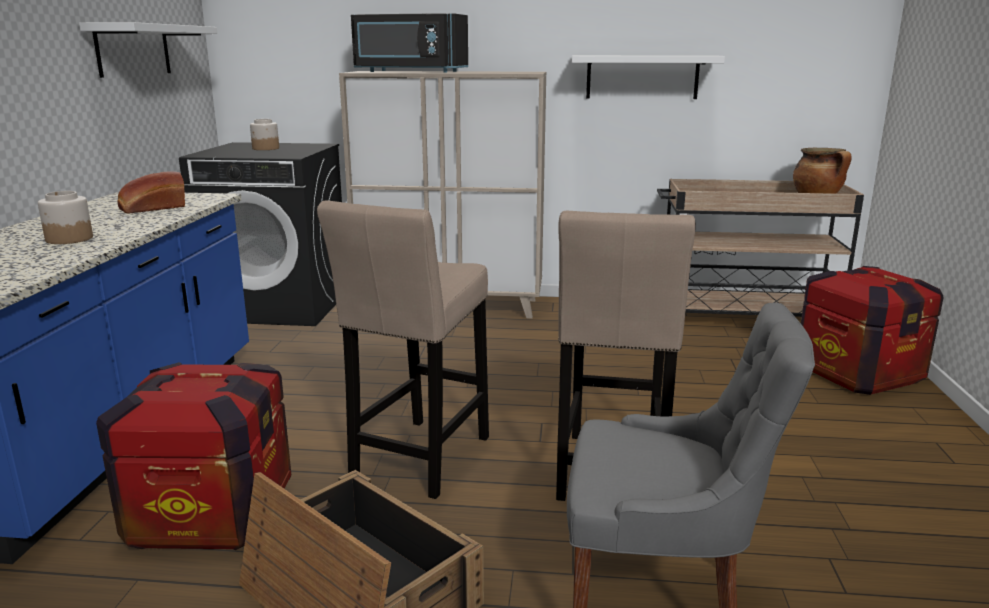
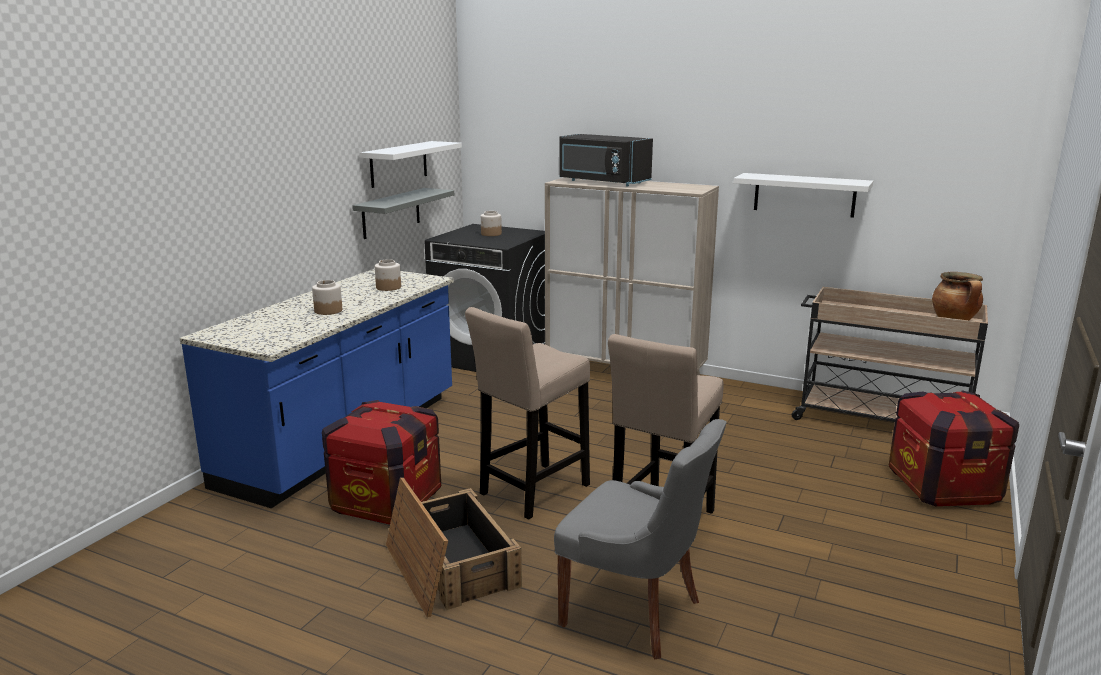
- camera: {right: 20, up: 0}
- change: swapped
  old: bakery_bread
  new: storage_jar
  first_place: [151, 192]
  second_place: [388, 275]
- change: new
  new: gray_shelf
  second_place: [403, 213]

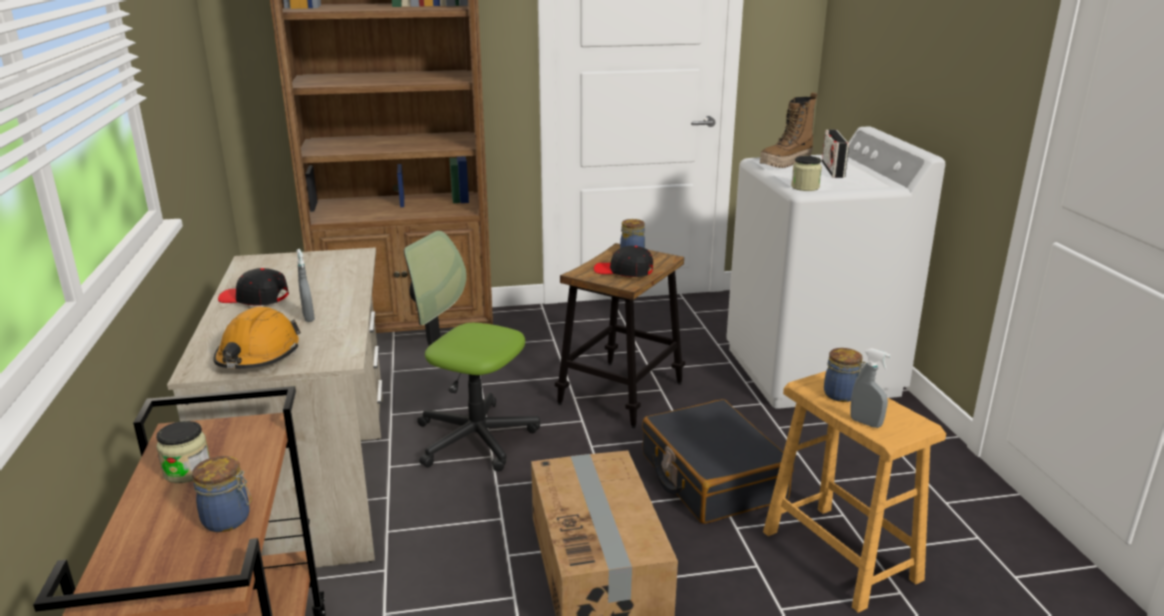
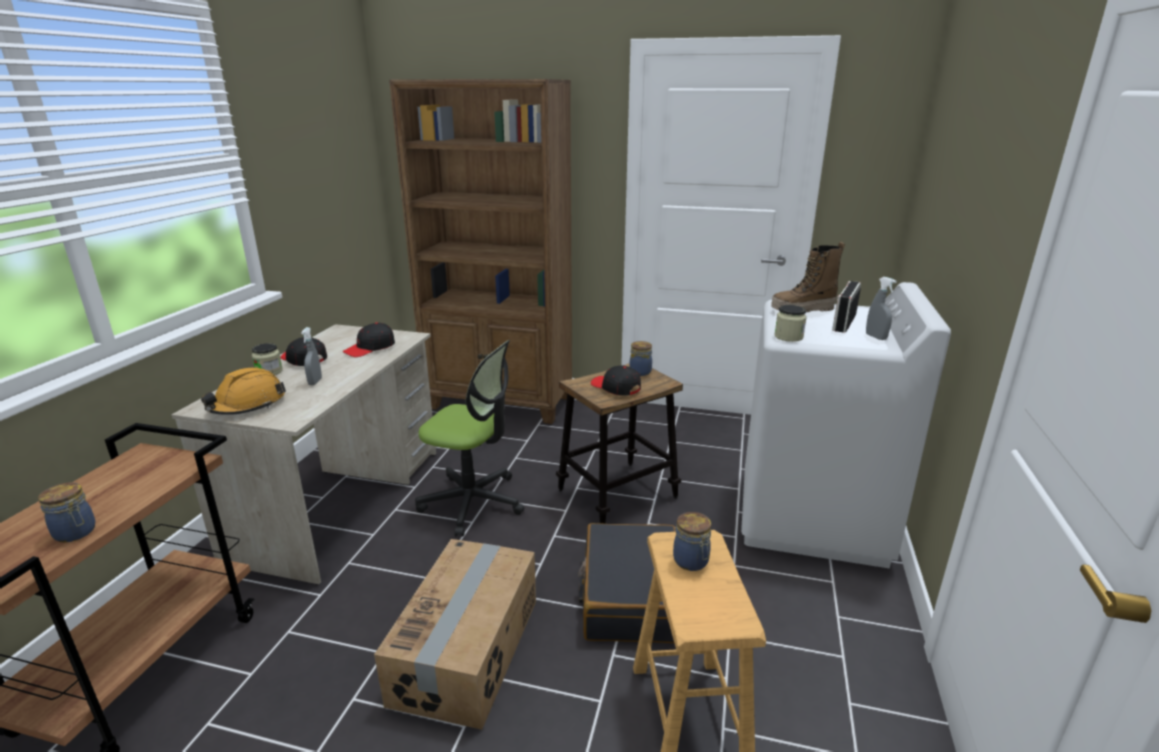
- camera: {right: 25, up: 0}
- change: shifted
  old: storage_jar
  first_place: [183, 452]
  second_place: [267, 359]
- change: rotated
  old: computer_chair
  first_place: [472, 351]
  second_place: [469, 438]
  degrees: 150
- change: shifted
  old: gray_spray_bottle
  first_place: [870, 388]
  second_place: [881, 308]
- change: new
  new: blackish_peaked_cap
  second_place: [369, 339]

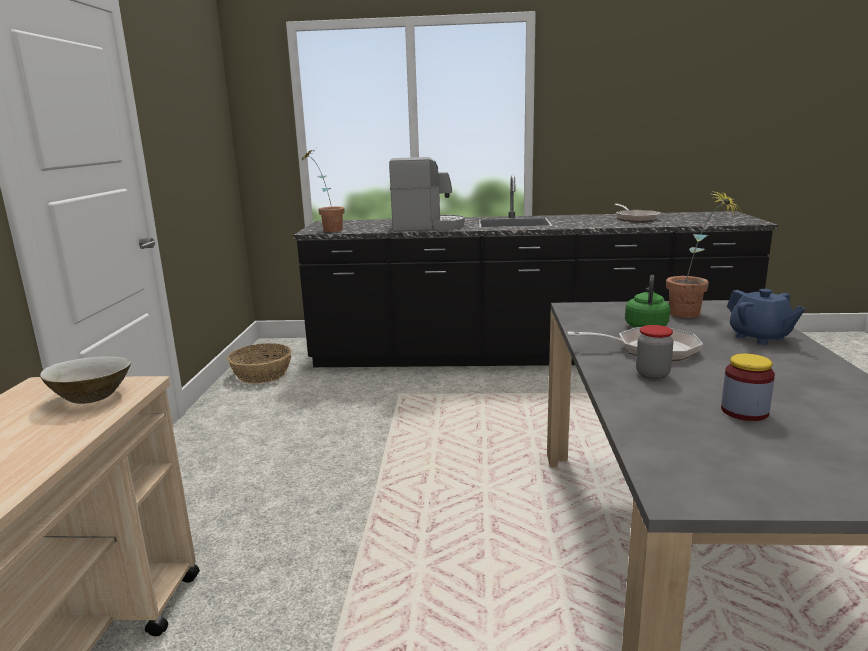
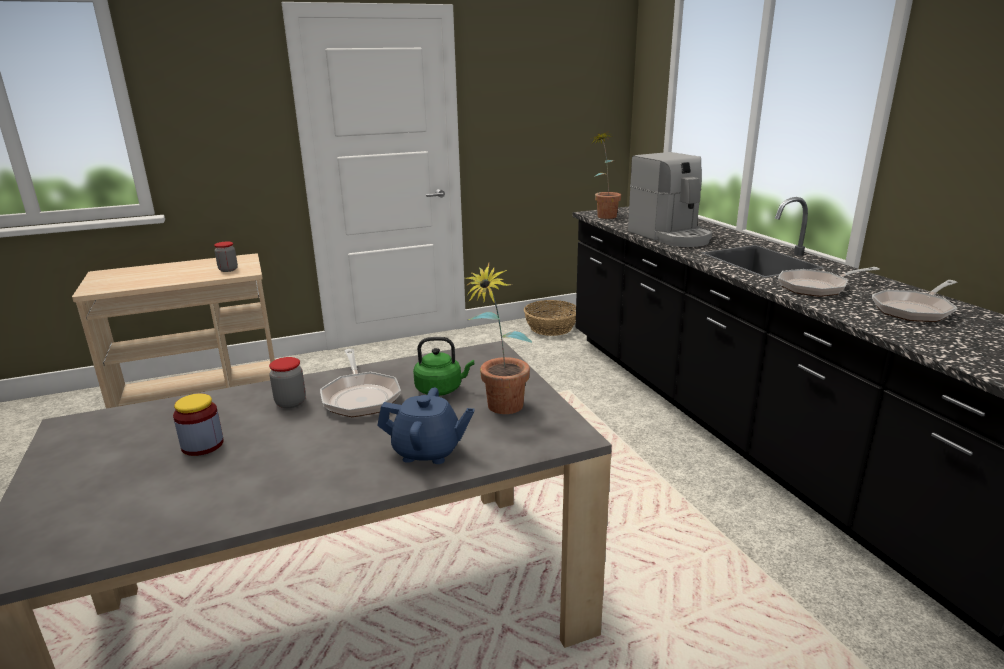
- camera: {right: 65, up: 5}
- change: swapped
  old: beige_serving_bowl
  new: storage_jar
  first_place: [85, 380]
  second_place: [226, 257]
- change: rotated
  old: blue-coloured_pot_for_tea
  first_place: [766, 317]
  second_place: [426, 425]
  degrees: -120
- change: new
  new: frying_pan
  second_place: [829, 282]

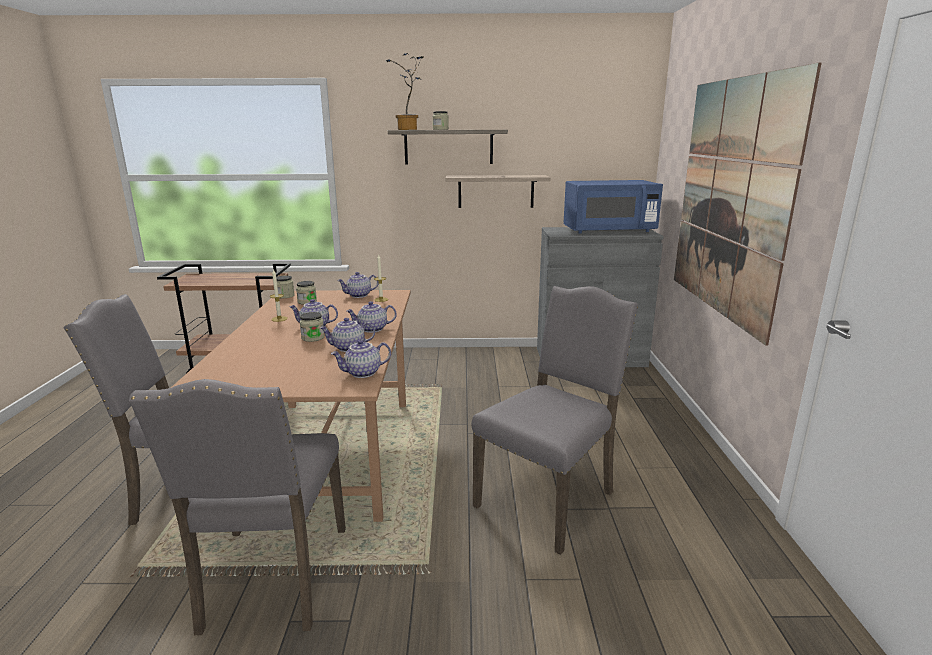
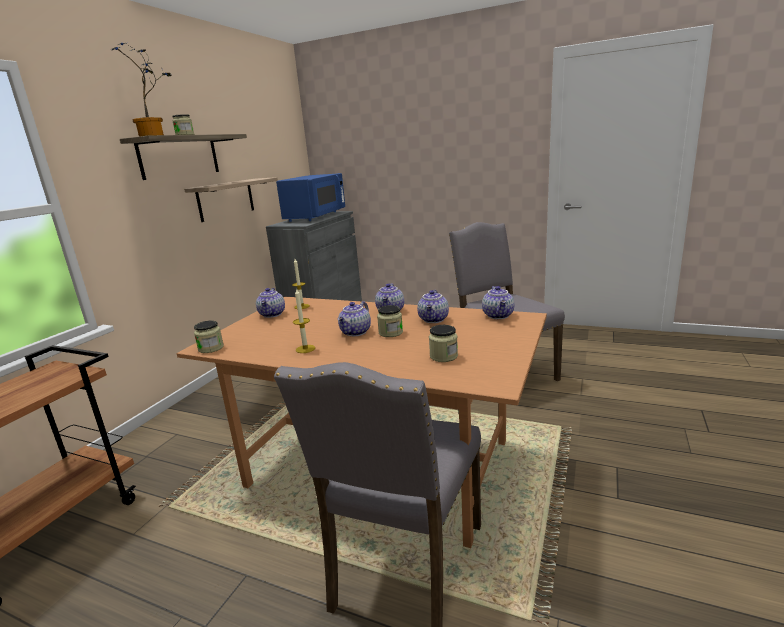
- camera: {right: -65, up: 0}
- change: gone
  old: gray_chair
  first_place: [237, 507]
- change: shifted
  old: storage_jar
  first_place: [306, 293]
  second_place: [443, 343]
- change: gone
  old: wall_picture
  first_place: [748, 204]

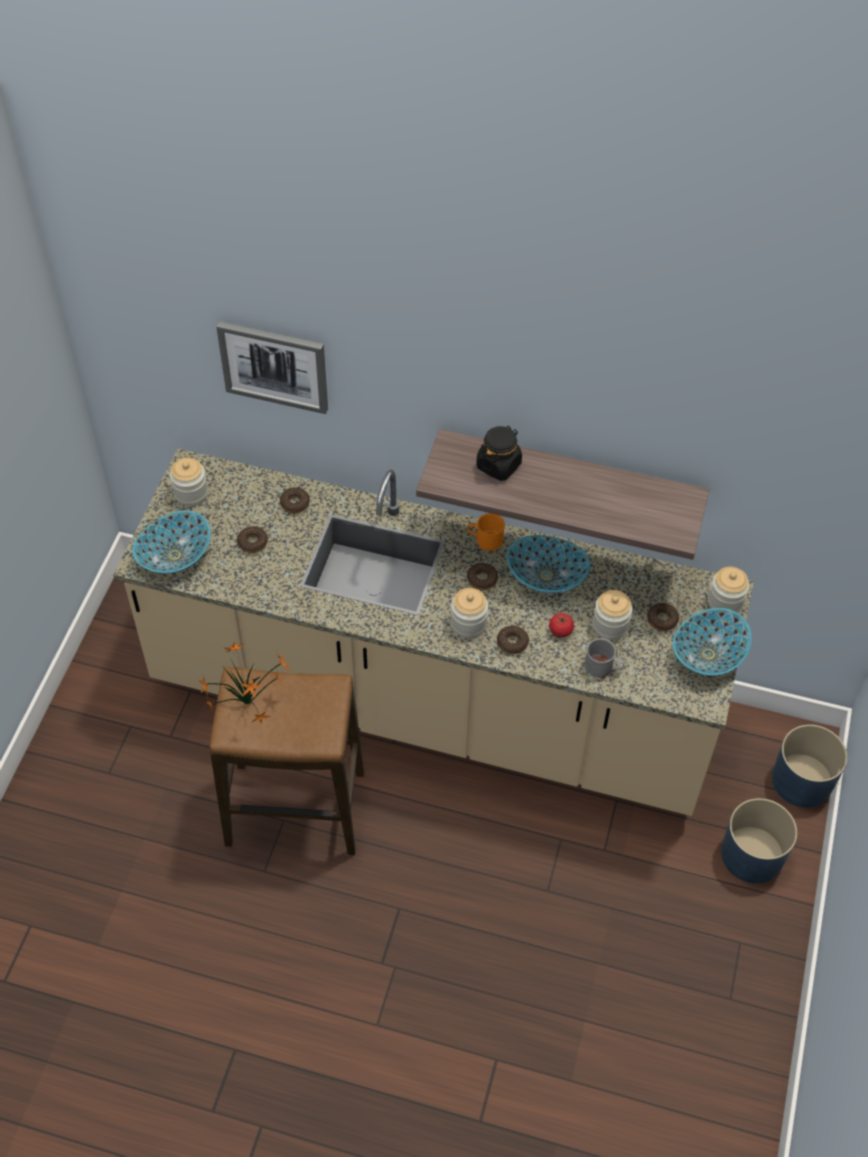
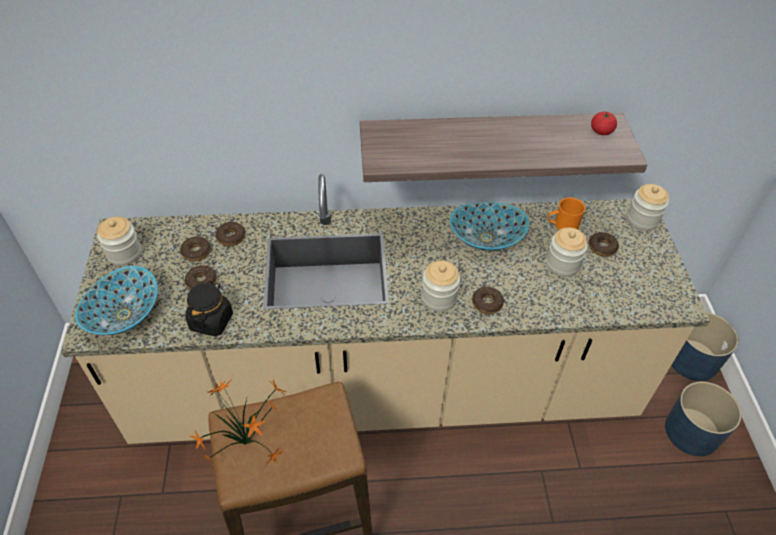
- camera: {right: -20, up: -5}
- change: gone
  old: wall_picture
  first_place: [272, 367]
- change: shifted
  old: orange_mug
  first_place: [486, 532]
  second_place: [566, 213]
- change: shifted
  old: donut
  first_place: [482, 576]
  second_place: [195, 248]
- change: shifted
  old: blackish_storage_jar
  first_place: [499, 453]
  second_place: [209, 309]
- change: shifted
  old: fresh_tomato
  first_place: [561, 625]
  second_place: [604, 123]
- change: gone
  old: gray_mug
  first_place: [605, 657]
- change: gone
  old: serving_bowl
  first_place: [712, 642]

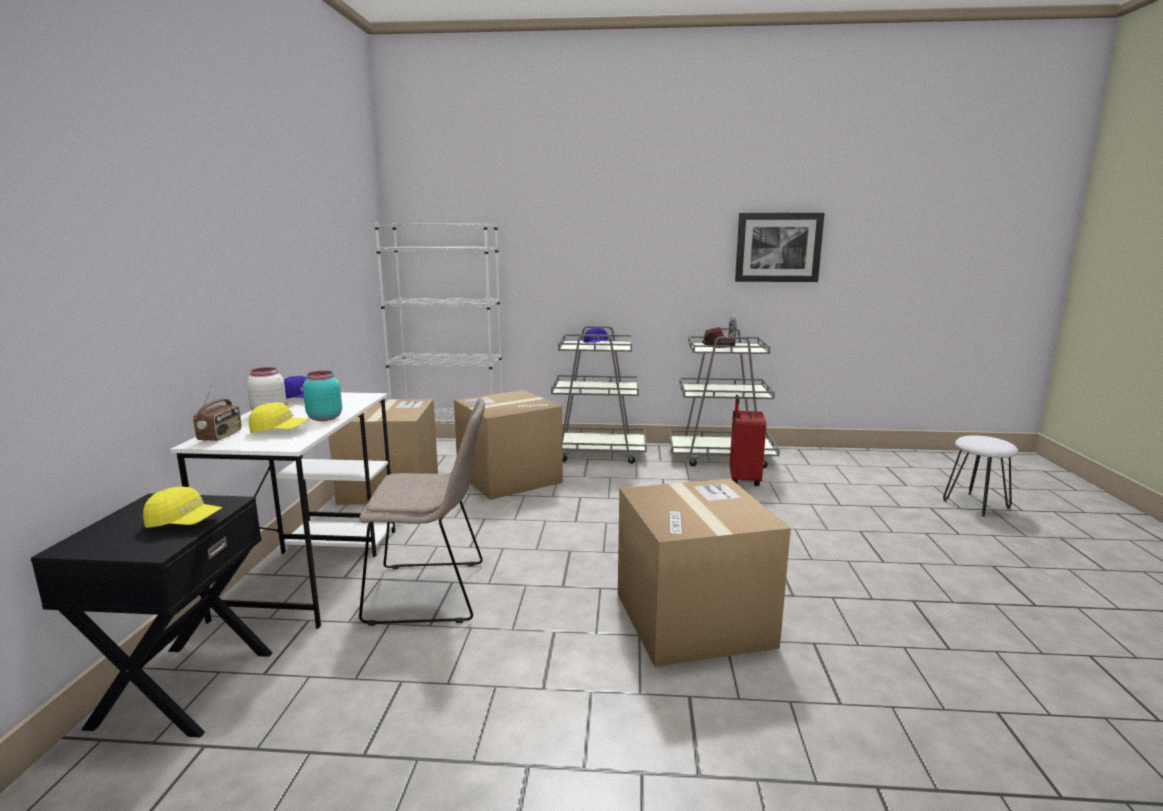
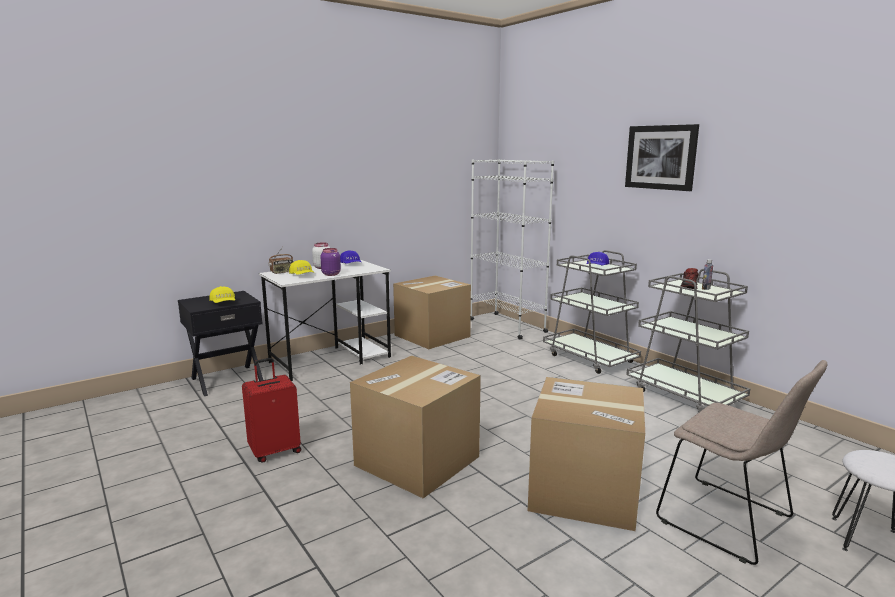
- camera: {right: 50, up: 0}
- change: repainted
  old: blue-green_storage_jar
  new: purple_storage_jar
  first_place: [322, 396]
  second_place: [331, 262]
- change: shifted
  old: beige_chair
  first_place: [422, 512]
  second_place: [741, 462]
- change: shifted
  old: packing_box
  first_place: [508, 445]
  second_place: [586, 454]
- change: shifted
  old: red-coloured_suitcase
  first_place: [748, 440]
  second_place: [271, 410]
- change: shifted
  old: wall_picture
  first_place: [779, 247]
  second_place: [662, 157]

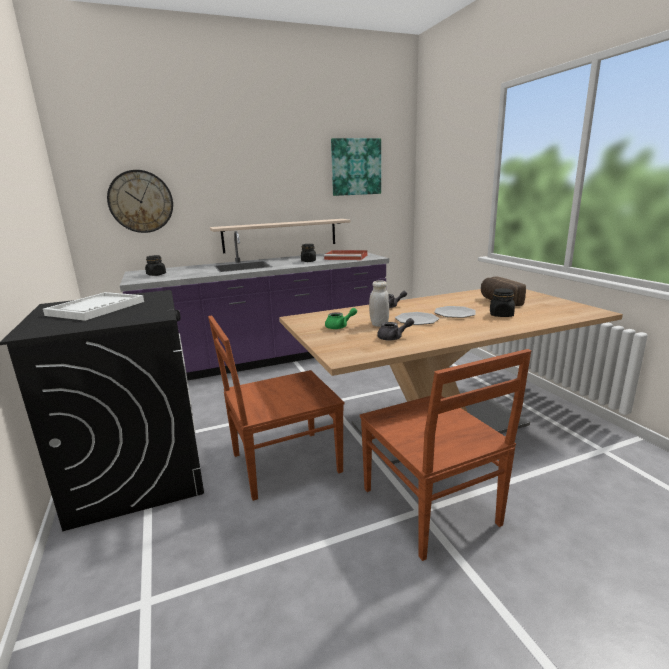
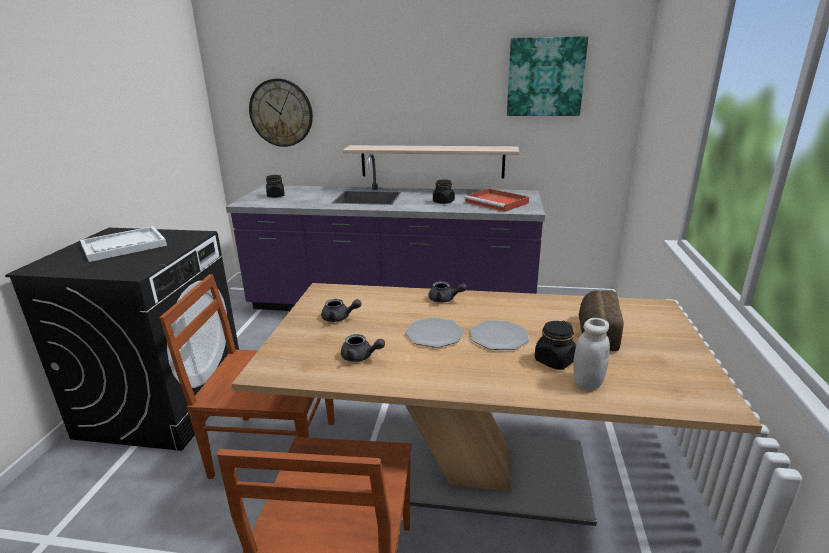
- camera: {right: 30, up: 5}
- change: repainted
  old: greenish_pot_for_tea
  new: gray_pot_for_tea
  first_place: [341, 318]
  second_place: [341, 310]
- change: shifted
  old: white-coloured_storage_jar
  first_place: [379, 303]
  second_place: [591, 354]

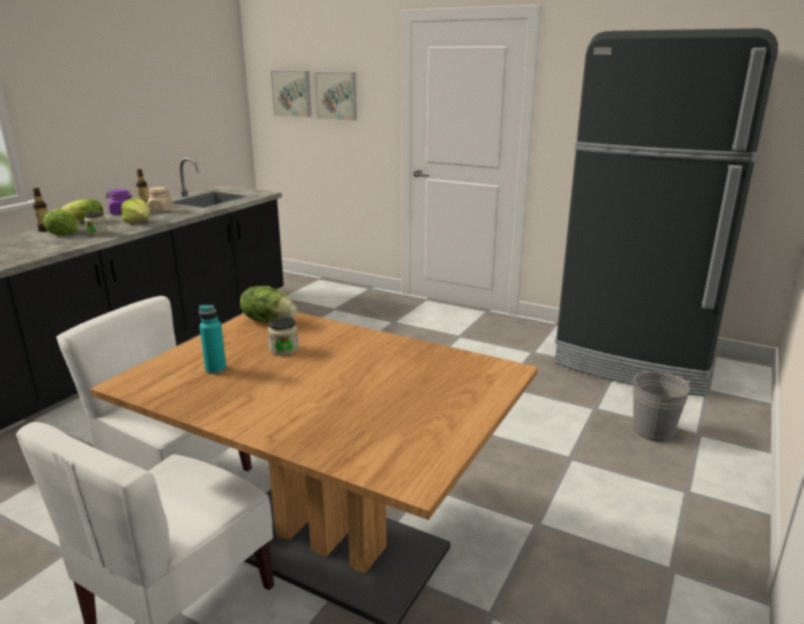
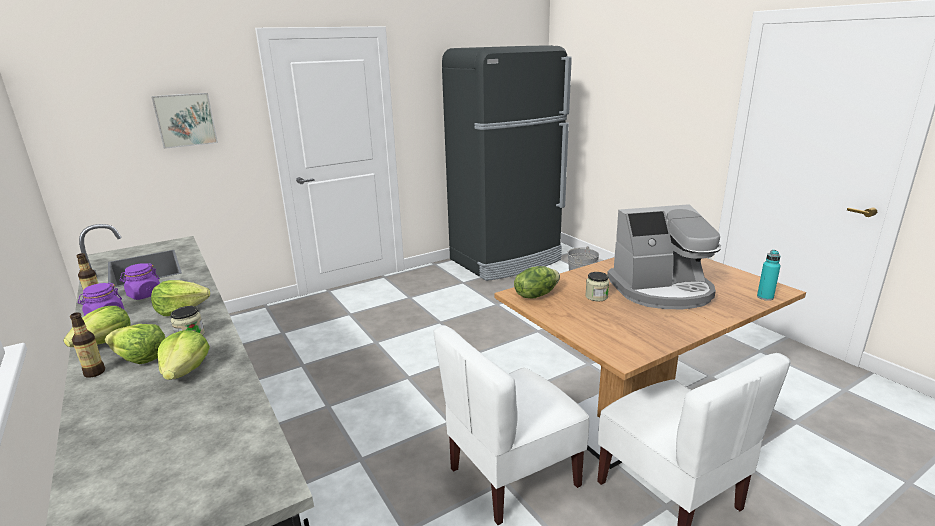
- camera: {right: -60, up: 0}
- change: repainted
  old: beige_storage_jar
  new: purple_storage_jar
  first_place: [158, 199]
  second_place: [140, 281]
- change: shifted
  old: blue-green_bottle
  first_place: [212, 339]
  second_place: [769, 275]
- change: gone
  old: wall_picture
  first_place: [291, 93]
- change: new
  new: lettuce_head
  second_place: [184, 355]
- change: new
  new: coffee_brewer
  second_place: [664, 256]

